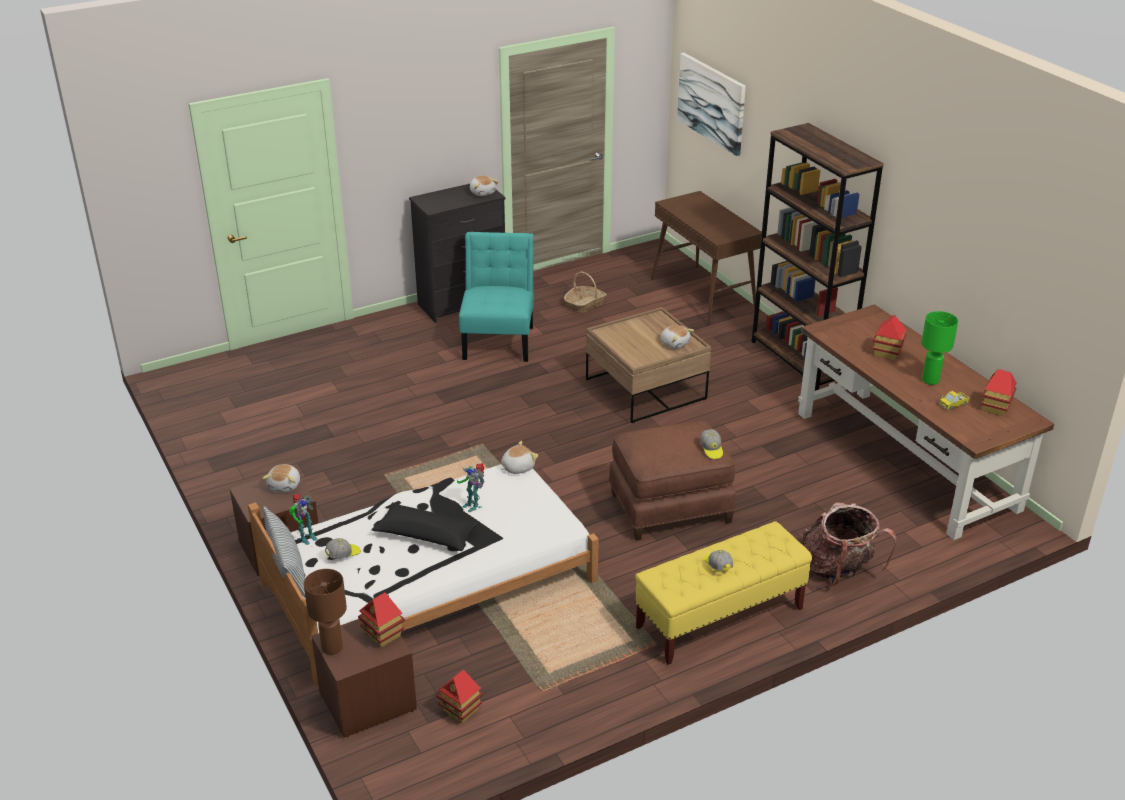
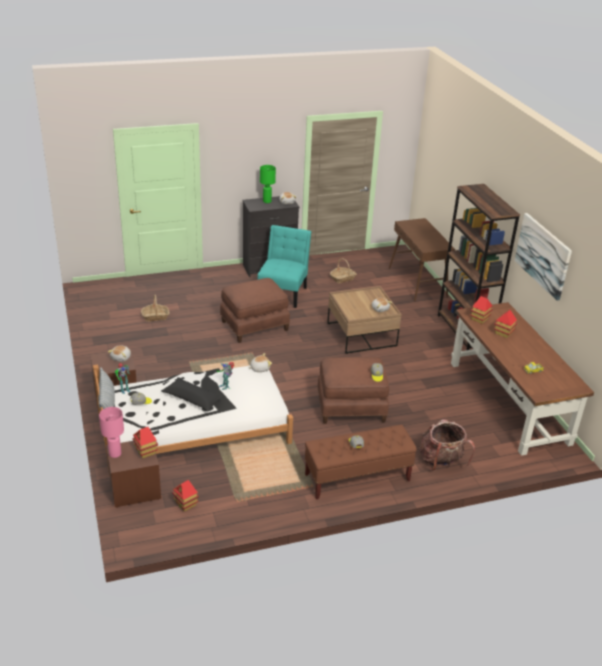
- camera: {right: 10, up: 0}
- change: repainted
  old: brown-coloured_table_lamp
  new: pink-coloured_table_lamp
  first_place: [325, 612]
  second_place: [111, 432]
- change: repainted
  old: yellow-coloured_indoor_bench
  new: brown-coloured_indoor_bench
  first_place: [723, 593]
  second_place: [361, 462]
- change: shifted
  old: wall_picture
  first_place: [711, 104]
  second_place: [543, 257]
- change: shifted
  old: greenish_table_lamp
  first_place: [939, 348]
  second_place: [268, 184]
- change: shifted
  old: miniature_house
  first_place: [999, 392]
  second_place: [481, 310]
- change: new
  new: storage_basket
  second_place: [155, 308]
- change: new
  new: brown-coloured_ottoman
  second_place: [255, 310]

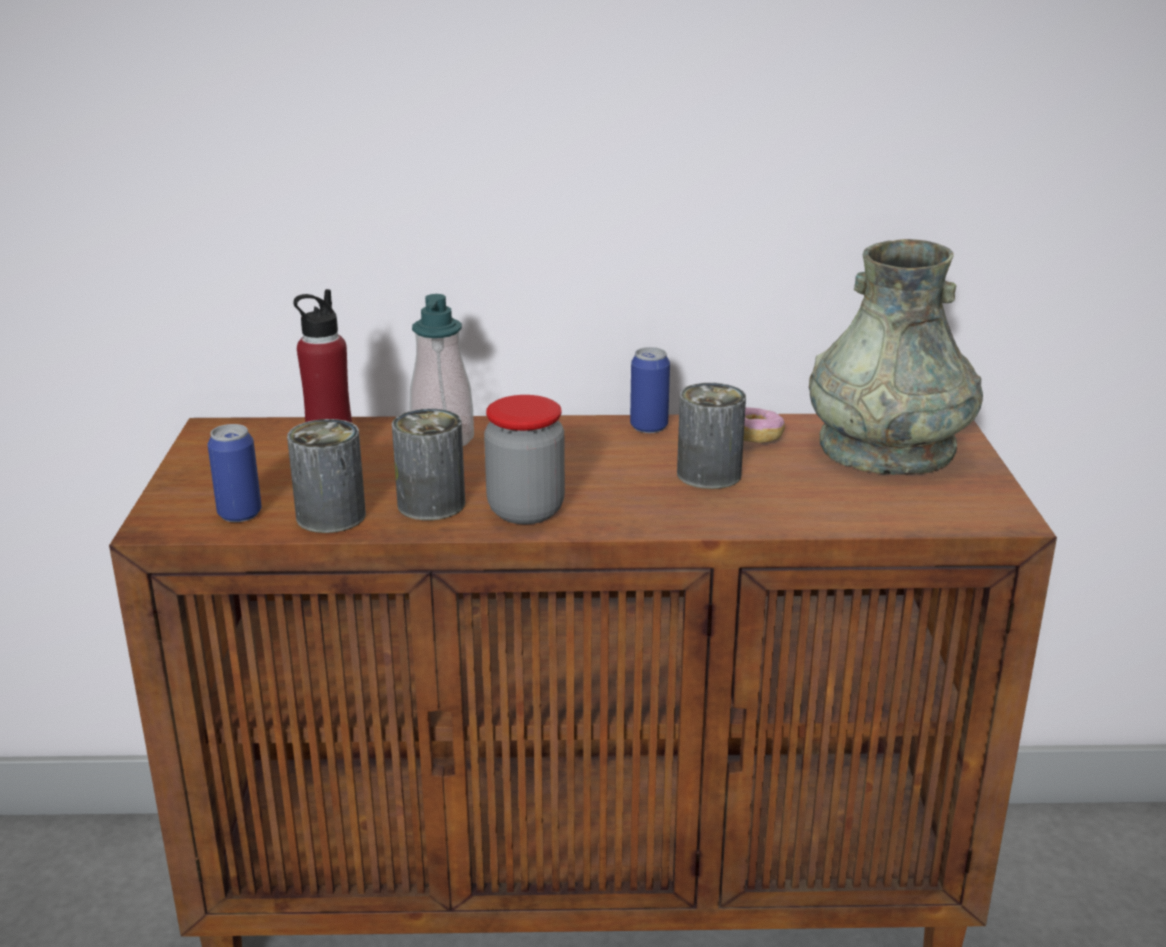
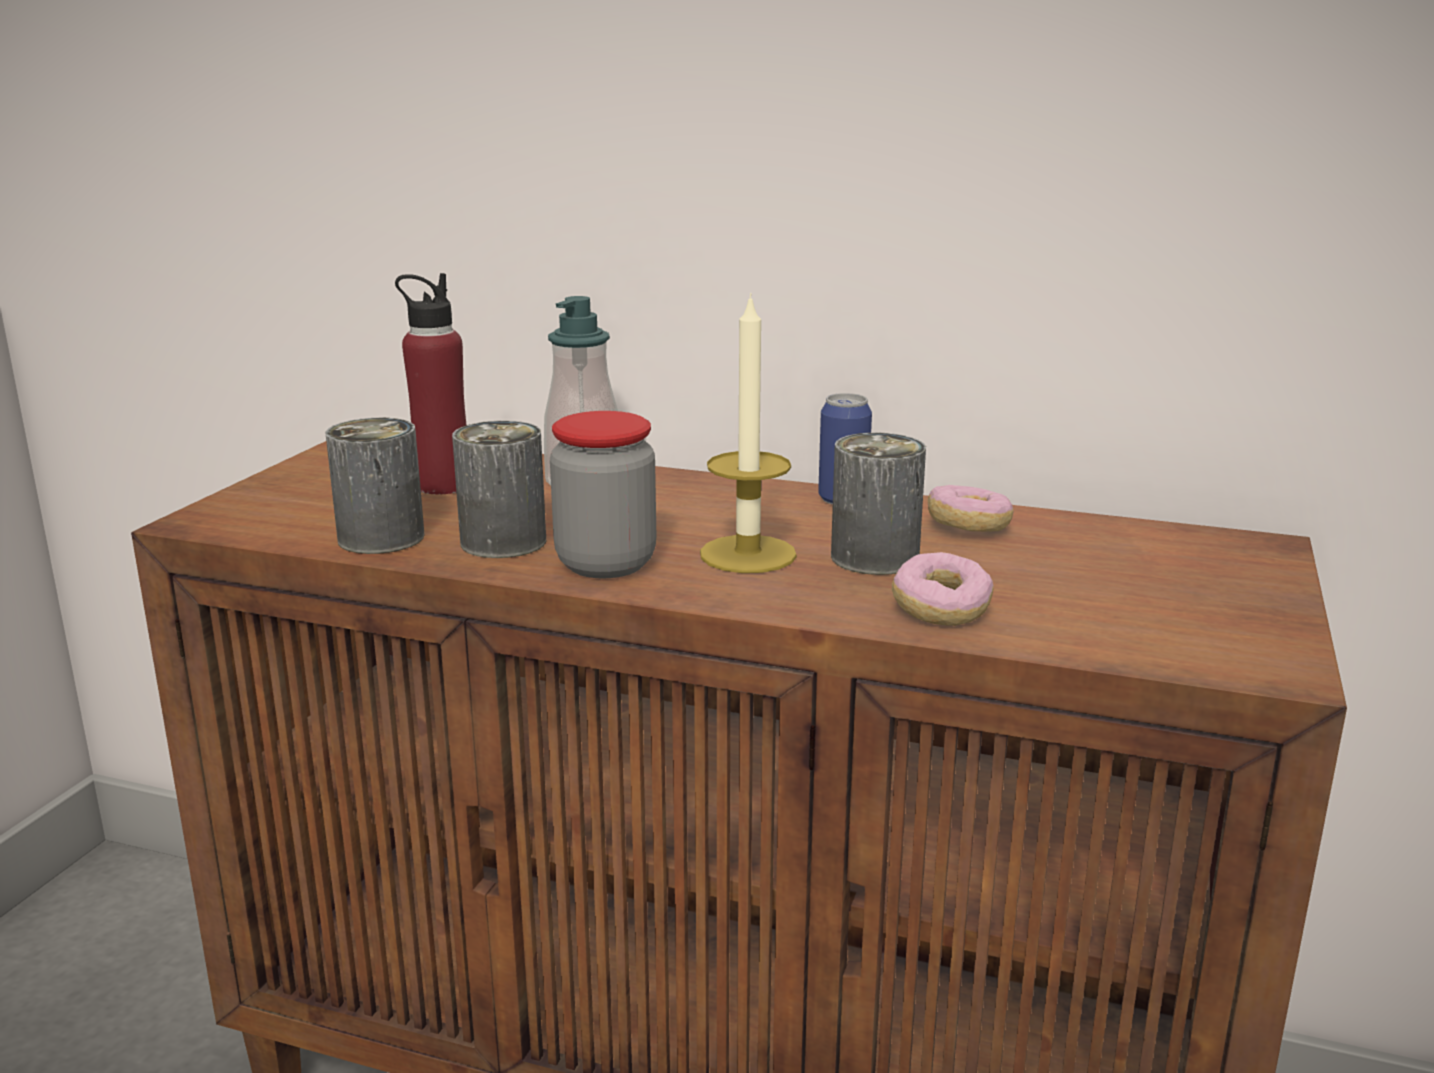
- camera: {right: 20, up: -5}
- change: gone
  old: metal_can
  first_place: [234, 473]
- change: gone
  old: gray_vase
  first_place: [896, 357]
- change: new
  new: candle
  second_place: [748, 433]
- change: new
  new: donut
  second_place: [943, 589]

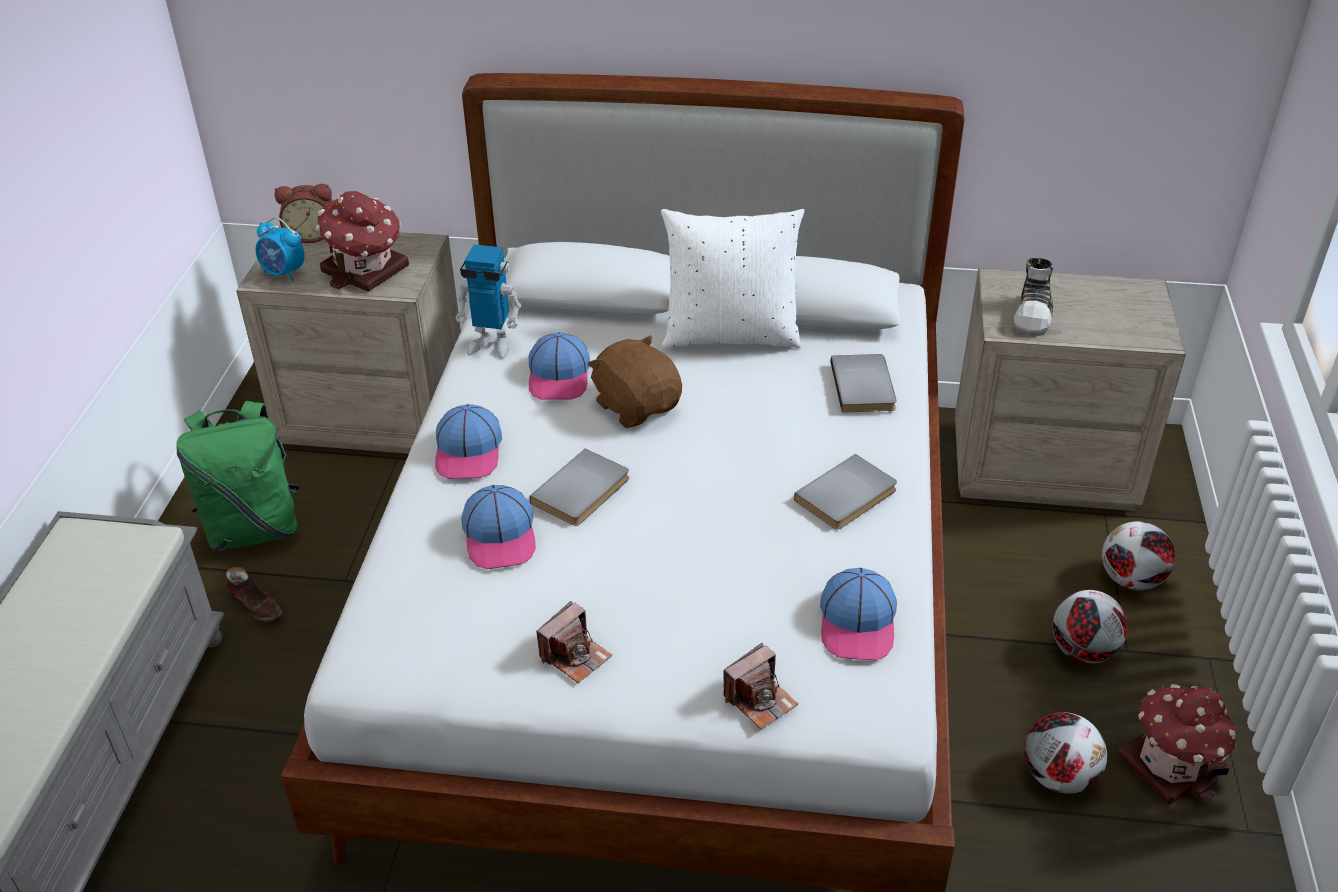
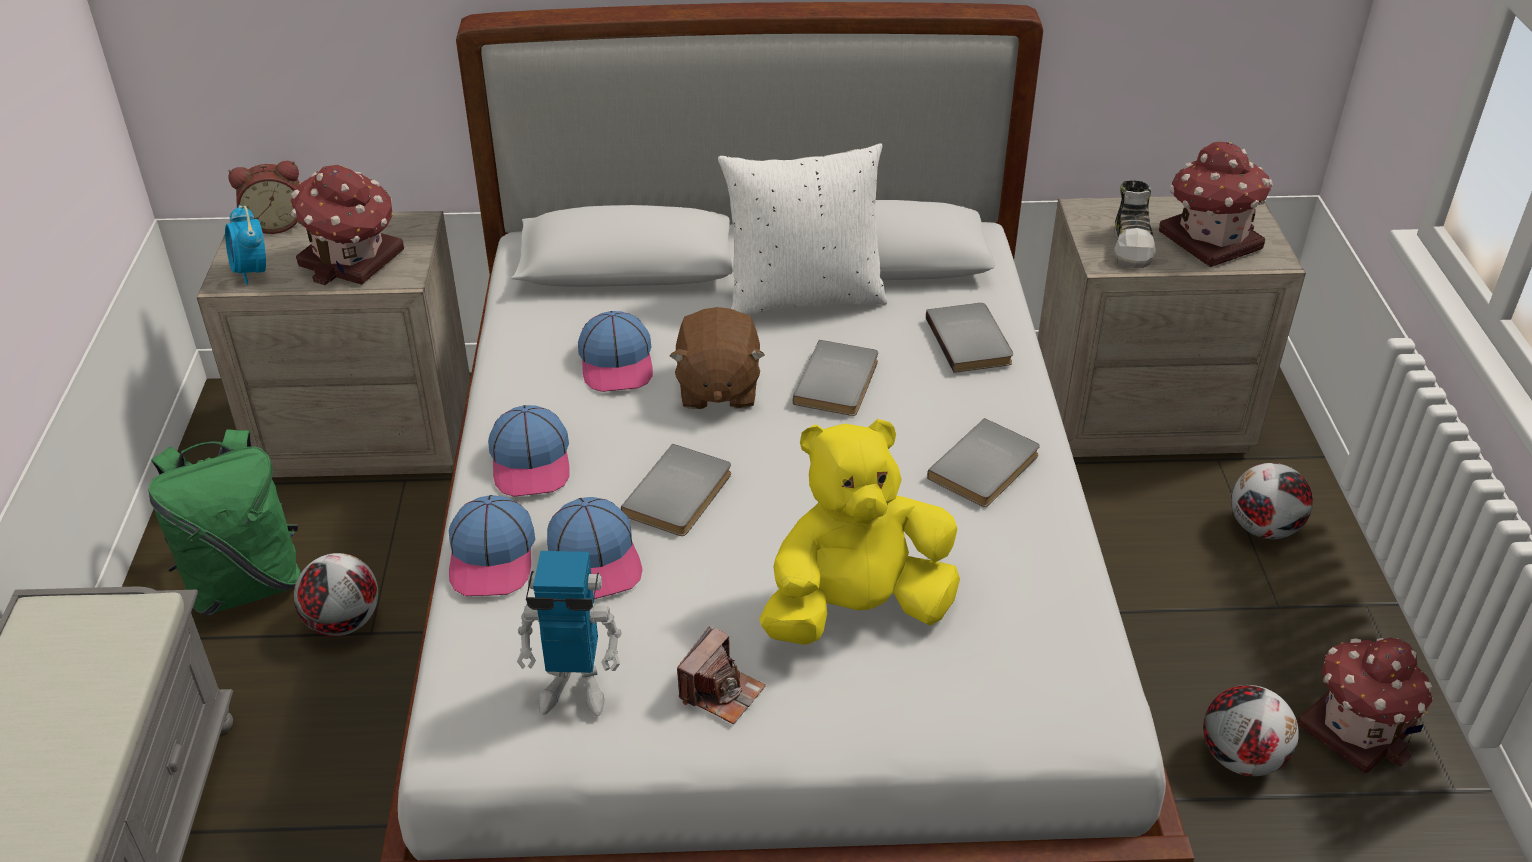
- camera: {right: -10, up: 0}
- change: gone
  old: brown-coloured_low_shoe
  first_place: [254, 594]
- change: rotated
  old: table_clock
  first_place: [280, 249]
  second_place: [245, 245]
  degrees: 45
- change: shifted
  old: toy_robot
  first_place: [488, 302]
  second_place: [569, 633]
- change: rotated
  old: brown-coloured_plush_toy
  first_place: [635, 381]
  second_place: [717, 358]
  degrees: -135
- change: gone
  old: photo_camera
  first_place: [760, 686]
- change: shifted
  old: peaked_cap
  first_place: [858, 614]
  second_place: [492, 545]
- change: shifted
  old: football
  first_place: [1090, 627]
  second_place: [336, 594]
- change: new
  new: yellow-coloured_plush_toy
  second_place: [859, 532]
- change: new
  new: gray_bound_book
  second_place: [835, 378]
- change: new
  new: miniature_house
  second_place: [1216, 204]

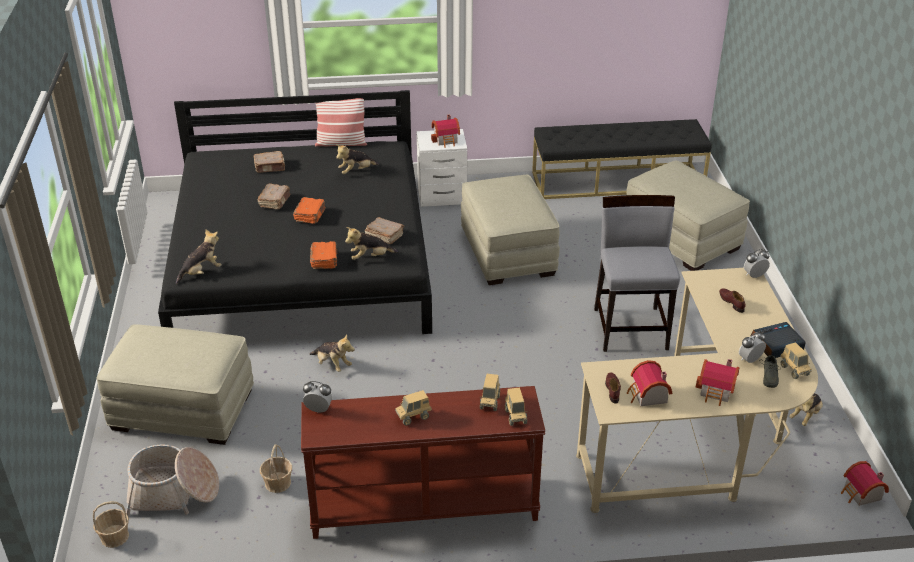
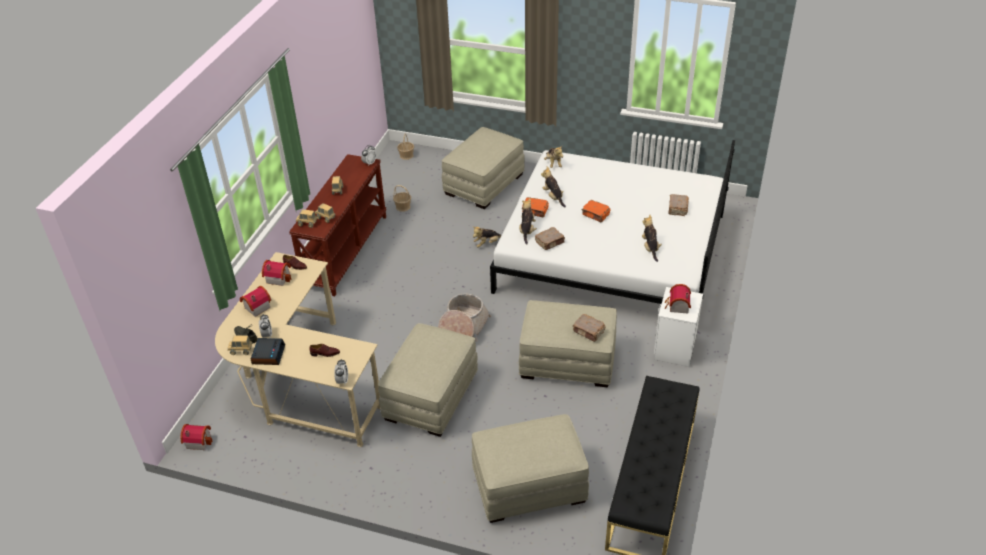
- camera: {right: 115, up: 5}
- change: shifted
  old: storage_basket
  first_place: [172, 480]
  second_place: [465, 318]
- change: repainted
  old: blackish_sleeping_bed
  new: white-coloured_sleeping_bed
  first_place: [295, 212]
  second_place: [612, 222]
- change: shifted
  old: brown-coloured_bound_book
  first_place: [274, 196]
  second_place: [589, 328]
- change: gone
  old: throw_pillow
  first_place: [341, 122]
- change: swapped
  old: gray_chair
  new: beige_ottoman
  first_place: [637, 273]
  second_place: [428, 380]
- change: shifted
  old: plush_toy
  first_place: [806, 409]
  second_place: [553, 187]

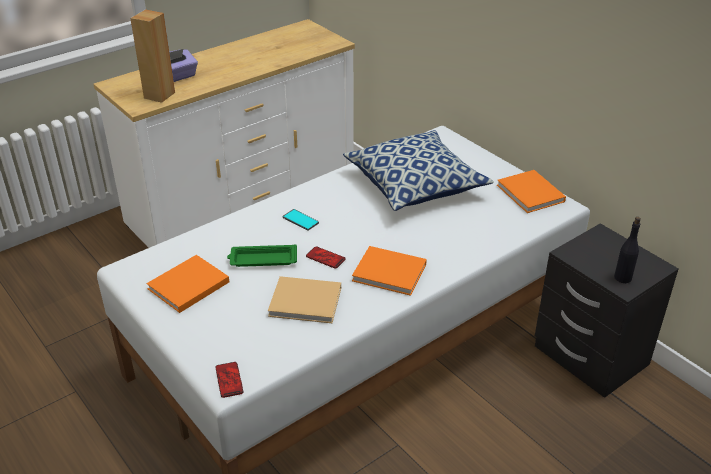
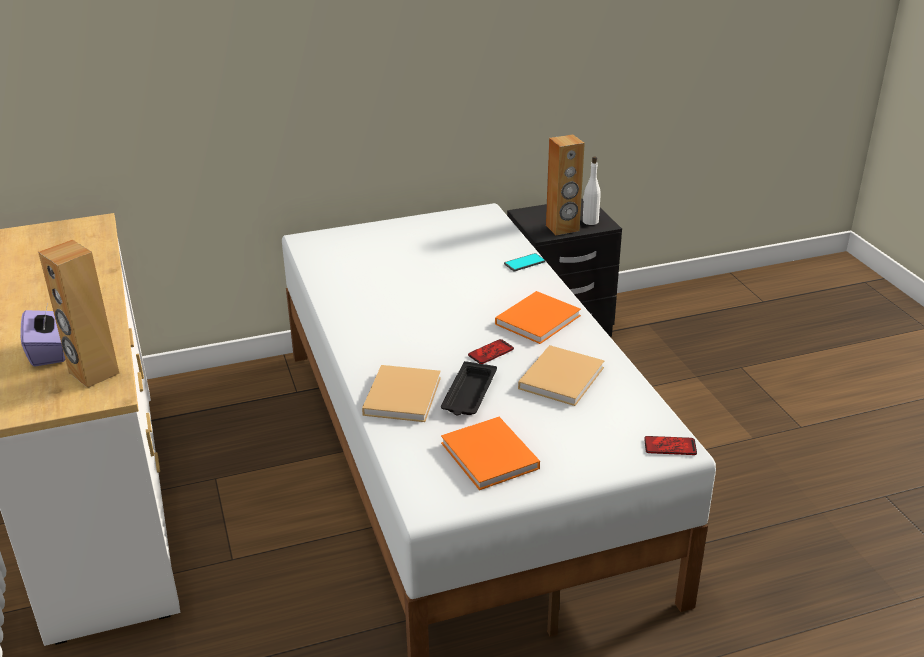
- camera: {right: -70, up: -5}
- change: repainted
  old: greenish_serving_tray
  new: blackish_serving_tray
  first_place: [262, 255]
  second_place: [469, 388]
- change: shifted
  old: handset
  first_place: [301, 220]
  second_place: [525, 262]
- change: gone
  old: throw_pillow
  first_place: [418, 170]
- change: gone
  old: orange_bound_book
  first_place: [531, 191]
- change: repainted
  old: blackish_bottle
  new: white-coloured_bottle
  first_place: [627, 250]
  second_place: [592, 191]
- change: new
  new: beige_bound_book
  second_place: [401, 393]
- change: new
  new: brown-coloured_speaker
  second_place: [565, 184]

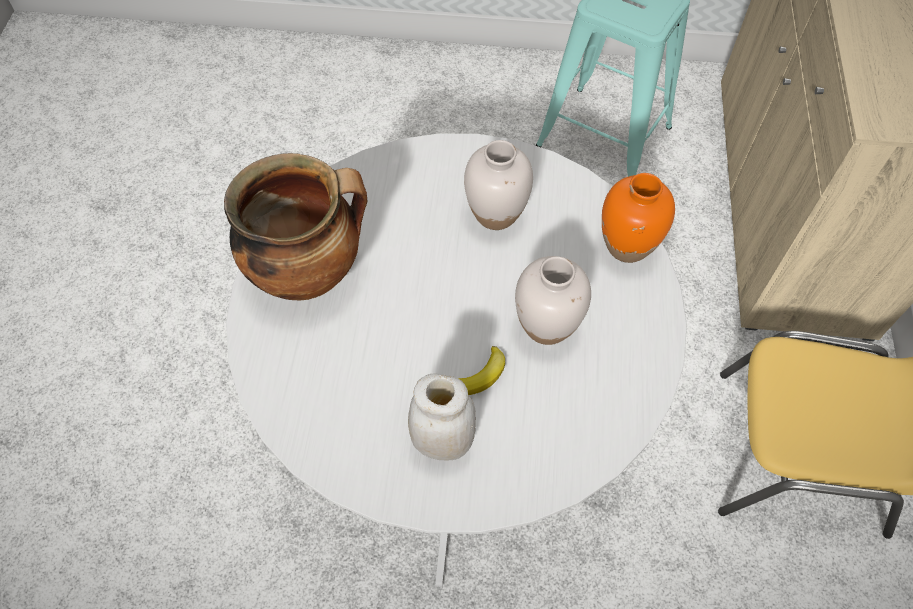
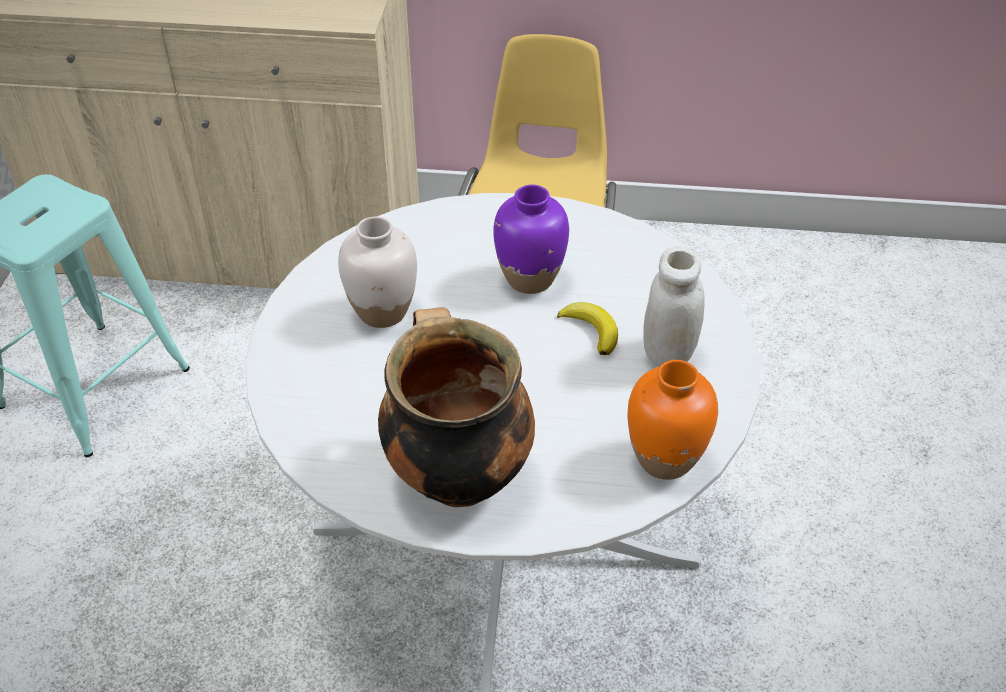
- camera: {right: -90, up: -15}
- change: repainted
  old: white-coloured_vase
  new: purple_vase
  first_place: [553, 300]
  second_place: [531, 239]
- change: shifted
  old: orange_vase
  first_place: [638, 218]
  second_place: [672, 420]

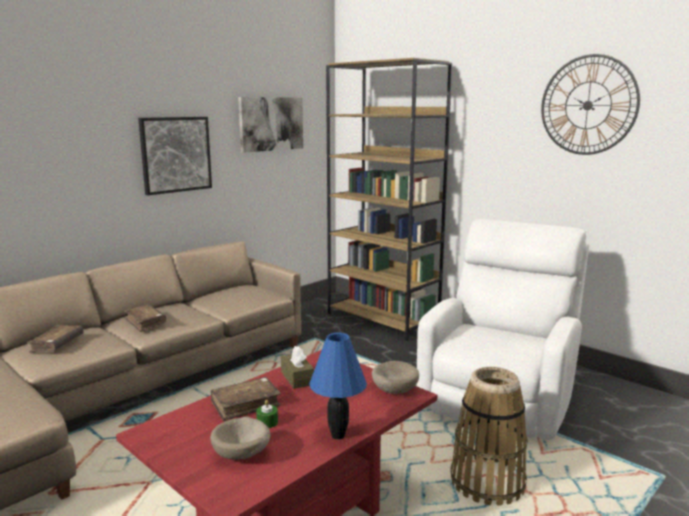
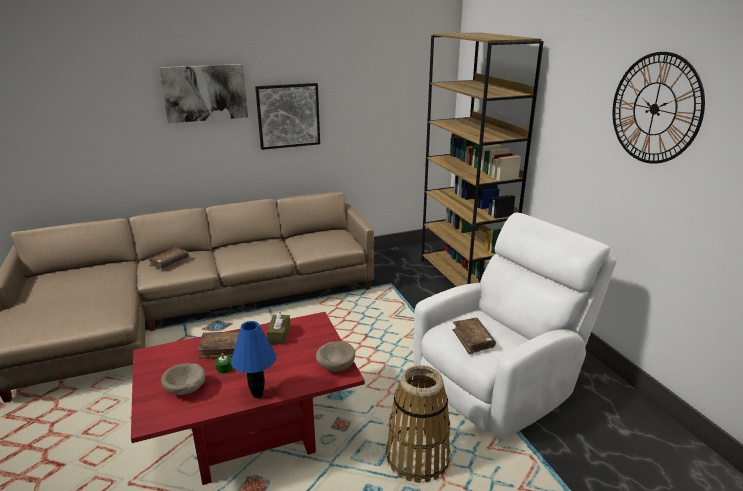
- camera: {right: 25, up: 10}
- change: shifted
  old: brown-coloured_bound_book
  first_place: [145, 318]
  second_place: [474, 336]
- change: shifted
  old: wall_picture
  first_place: [270, 125]
  second_place: [203, 93]

